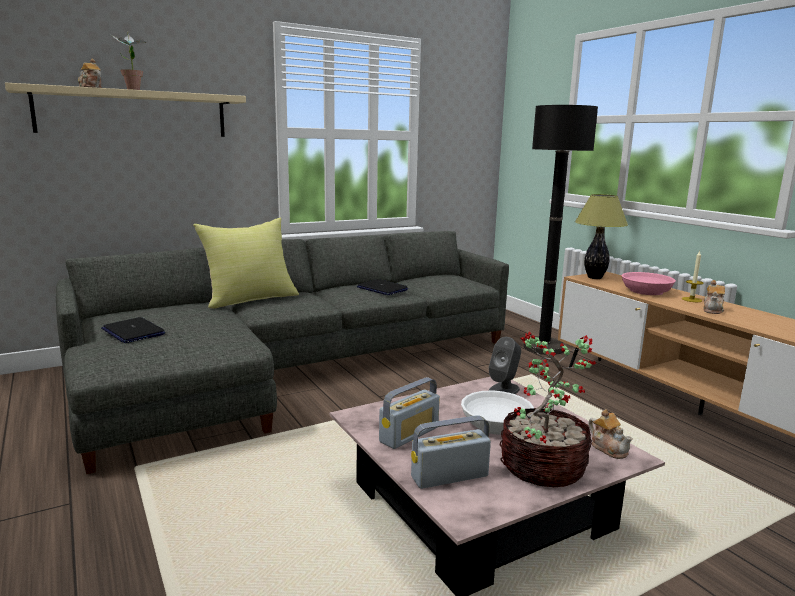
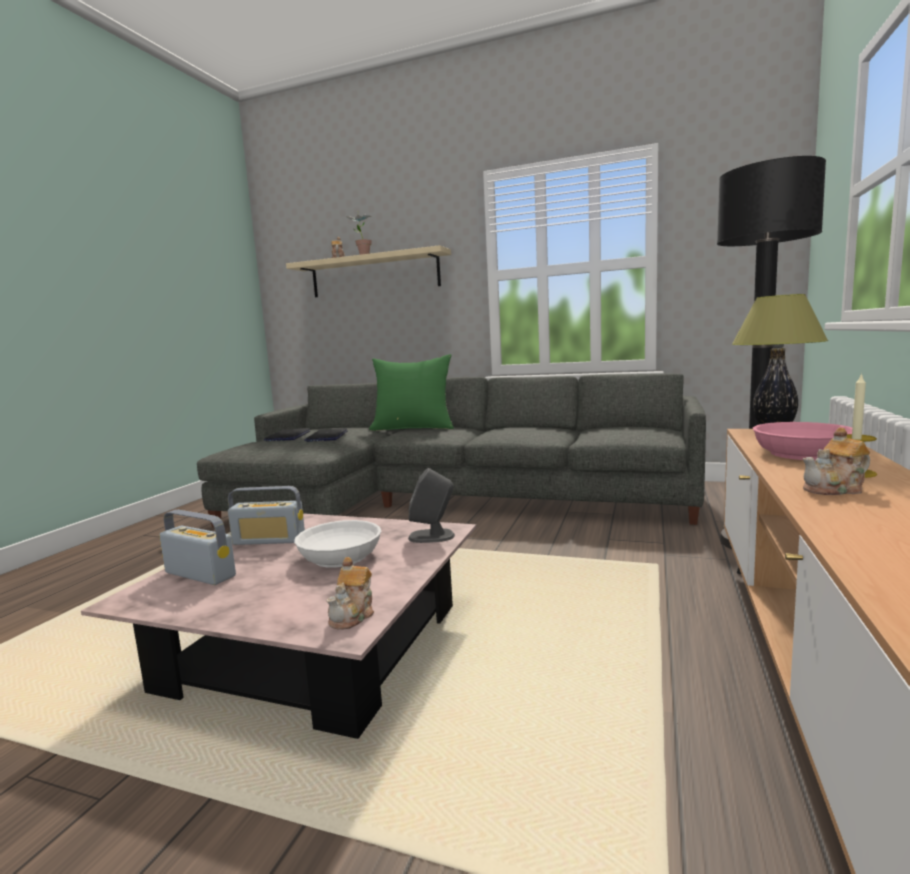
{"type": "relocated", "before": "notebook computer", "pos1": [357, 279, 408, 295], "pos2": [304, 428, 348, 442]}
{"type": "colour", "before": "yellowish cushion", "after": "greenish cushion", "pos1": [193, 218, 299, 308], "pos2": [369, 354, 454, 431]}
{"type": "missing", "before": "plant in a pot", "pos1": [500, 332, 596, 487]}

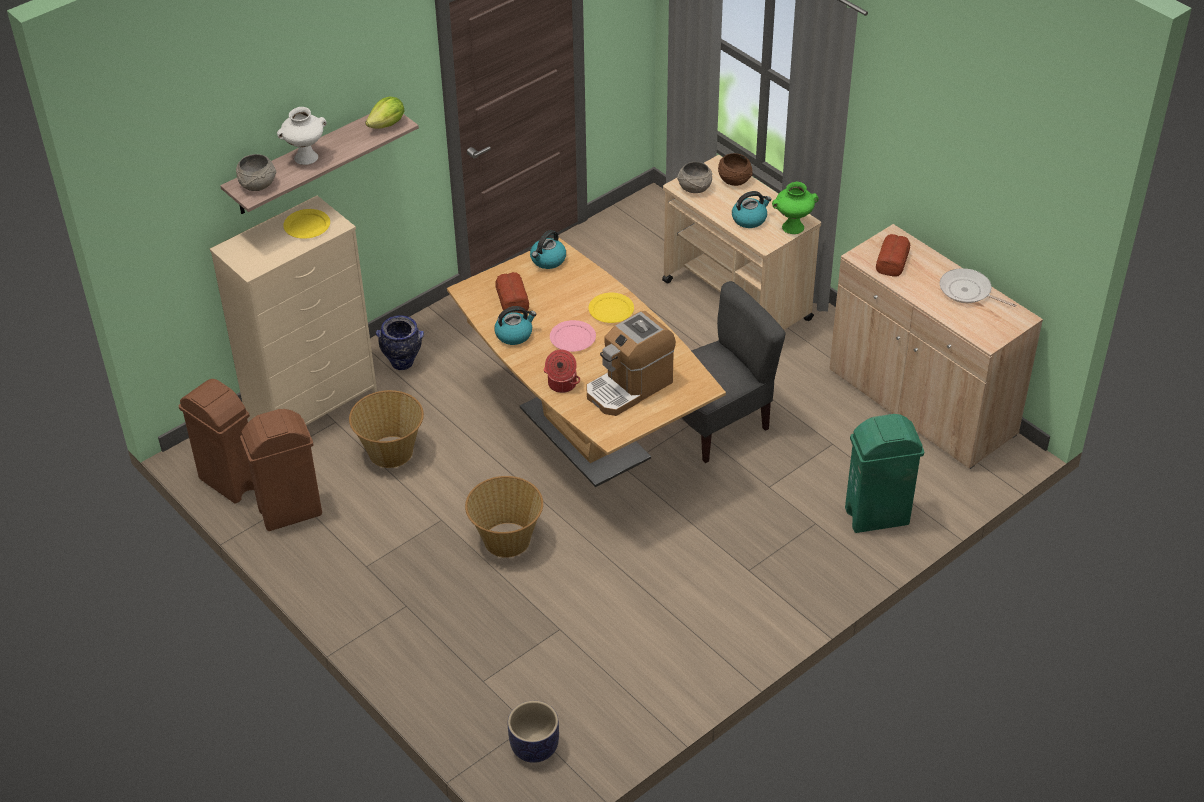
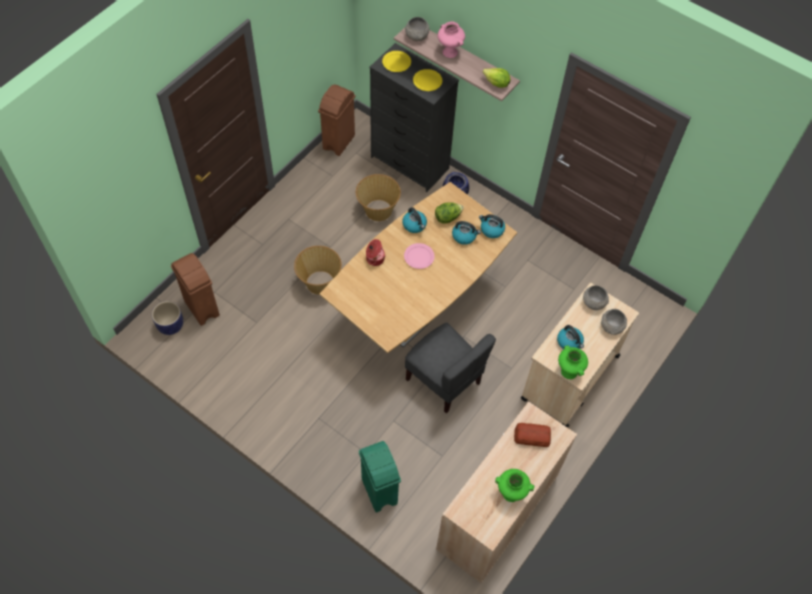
{"type": "relocated", "before": "brownish waste bin", "pos1": [240, 409, 322, 531], "pos2": [171, 253, 220, 326]}
{"type": "colour", "before": "beige-coloured dresser", "after": "blackish dresser", "pos1": [210, 195, 377, 425], "pos2": [370, 43, 459, 192]}
{"type": "relocated", "before": "yellowish plate", "pos1": [588, 293, 634, 323], "pos2": [382, 51, 411, 72]}
{"type": "exchanged", "before": "bakery bread", "after": "lettuce", "pos1": [495, 272, 529, 313], "pos2": [435, 202, 464, 223]}
{"type": "colour", "before": "white decorative vase", "after": "pinkish decorative vase", "pos1": [277, 107, 327, 165], "pos2": [438, 21, 465, 58]}
{"type": "appeared", "after": "kettle", "pos2": [452, 221, 481, 245]}
{"type": "exchanged", "before": "pan", "after": "greenish decorative vase", "pos1": [940, 268, 1016, 307], "pos2": [495, 469, 534, 502]}
{"type": "colour", "before": "brownish deep dish", "after": "grey deep dish", "pos1": [718, 153, 753, 186], "pos2": [601, 309, 627, 335]}
{"type": "missing", "before": "coffee maker", "pos1": [586, 311, 676, 416]}

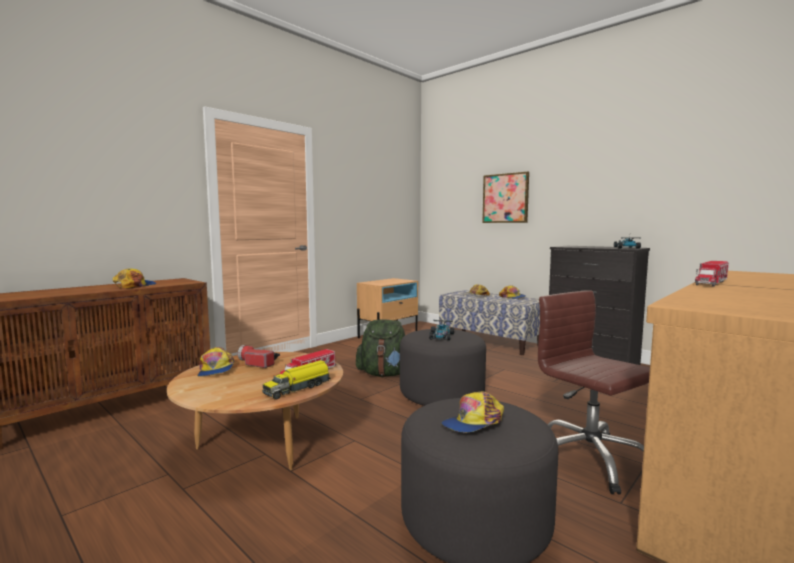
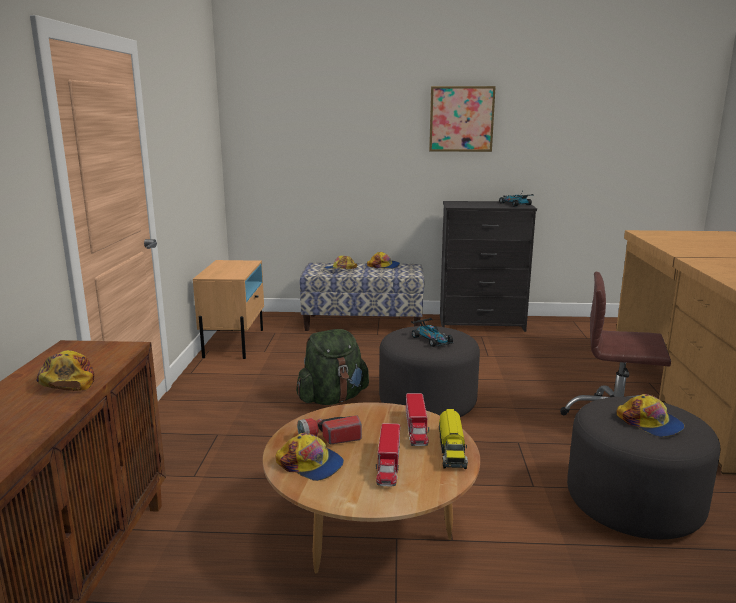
{"type": "relocated", "before": "toy truck", "pos1": [695, 261, 729, 286], "pos2": [376, 423, 400, 487]}
{"type": "relocated", "before": "wall art", "pos1": [482, 171, 529, 223], "pos2": [429, 86, 496, 152]}
{"type": "spun", "before": "peaked cap", "pos1": [441, 391, 504, 432], "pos2": [617, 394, 685, 437], "turn": -45}

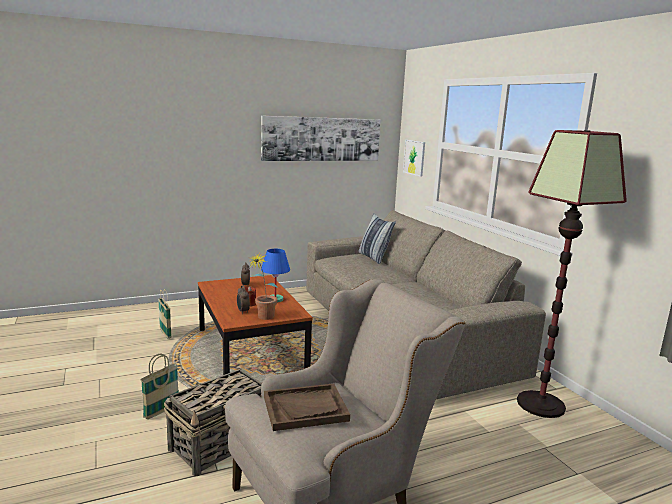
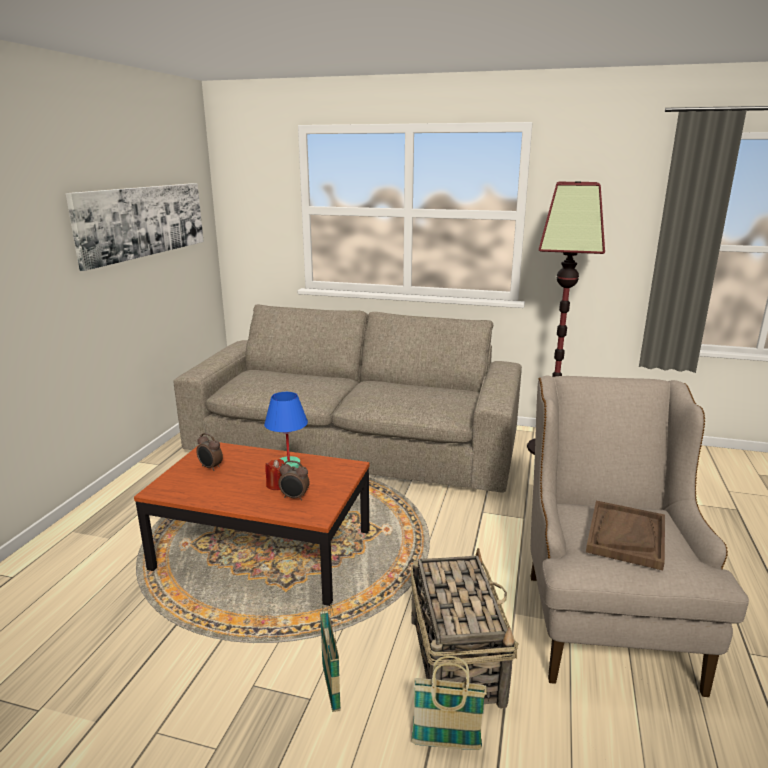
{"type": "relocated", "before": "storage basket", "pos1": [158, 289, 172, 339], "pos2": [411, 656, 487, 750]}
{"type": "missing", "before": "plant in a pot", "pos1": [249, 252, 278, 320]}
{"type": "missing", "before": "cushion", "pos1": [359, 213, 396, 264]}
{"type": "missing", "before": "wall art", "pos1": [403, 140, 425, 177]}

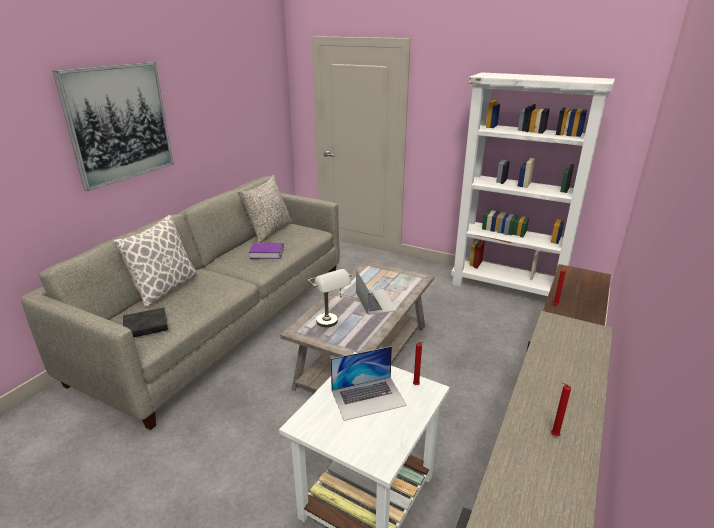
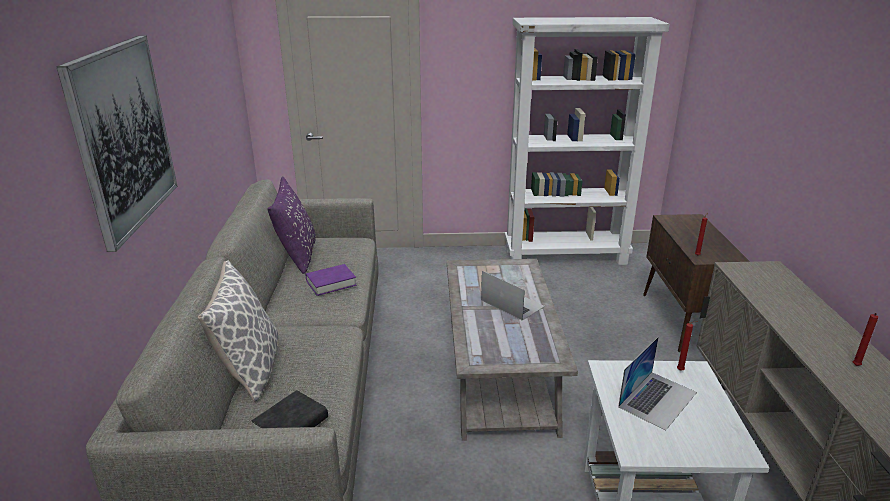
{"type": "colour", "before": "grey cushion", "after": "purplish cushion", "pos1": [238, 175, 293, 243], "pos2": [267, 176, 316, 274]}
{"type": "missing", "before": "grey table lamp", "pos1": [308, 269, 352, 327]}

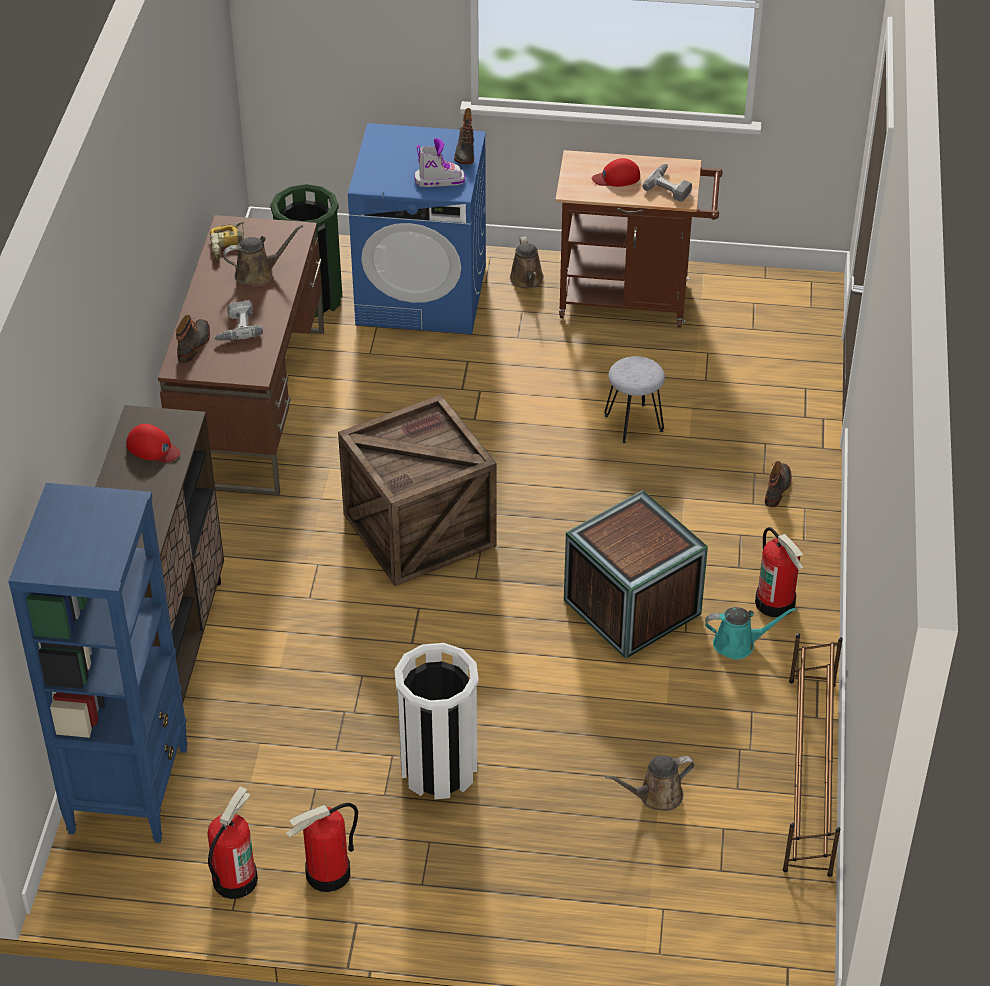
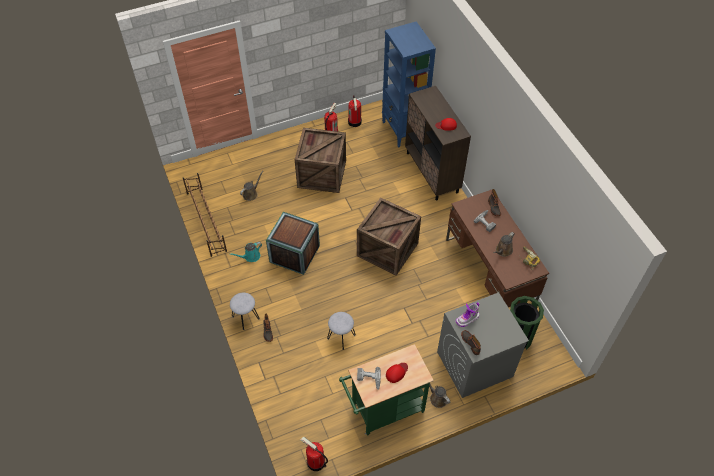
{"type": "appeared", "after": "grey stool", "pos2": [230, 293, 259, 330]}
{"type": "exchanged", "before": "white waste bin", "after": "packing crate", "pos1": [394, 643, 479, 799], "pos2": [295, 128, 346, 193]}
{"type": "relocated", "before": "fire-fighting cylinder", "pos1": [755, 527, 804, 617], "pos2": [300, 436, 328, 471]}
{"type": "colour", "before": "brownish cart", "after": "greenish cart", "pos1": [555, 150, 723, 328], "pos2": [339, 344, 434, 435]}
{"type": "colour", "before": "bluish laundry machine", "after": "grey laundry machine", "pos1": [348, 123, 486, 334], "pos2": [437, 292, 529, 398]}

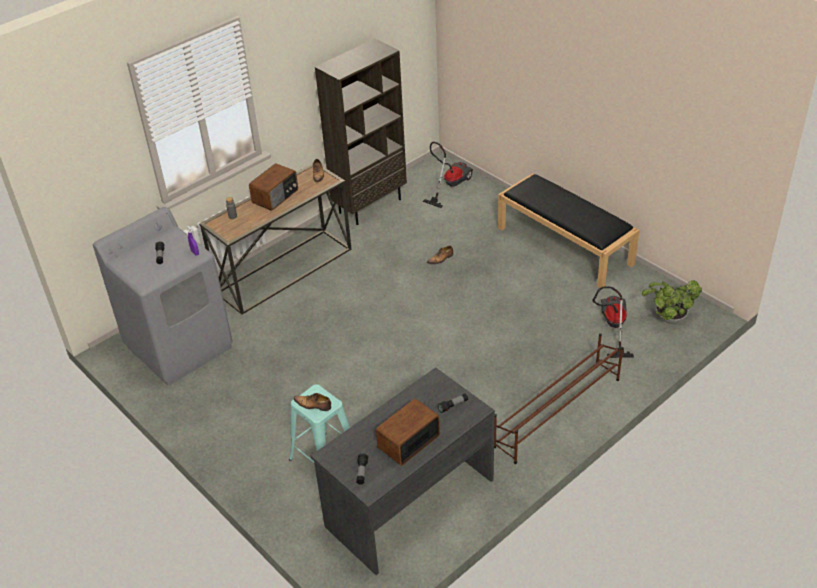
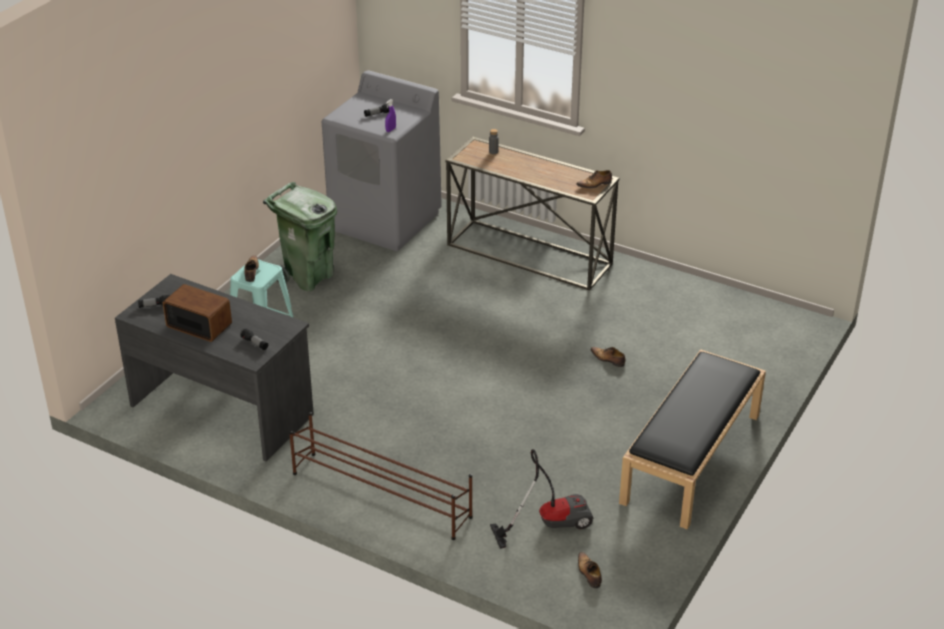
{"type": "appeared", "after": "greenish waste bin", "pos2": [263, 182, 337, 291]}
{"type": "exchanged", "before": "plant in a pot", "after": "item of footwear", "pos1": [642, 280, 702, 324], "pos2": [578, 552, 602, 588]}
{"type": "missing", "before": "radio", "pos1": [249, 164, 298, 211]}
{"type": "missing", "before": "brownish bookcase", "pos1": [315, 39, 407, 225]}
{"type": "missing", "before": "hoover", "pos1": [423, 142, 473, 208]}

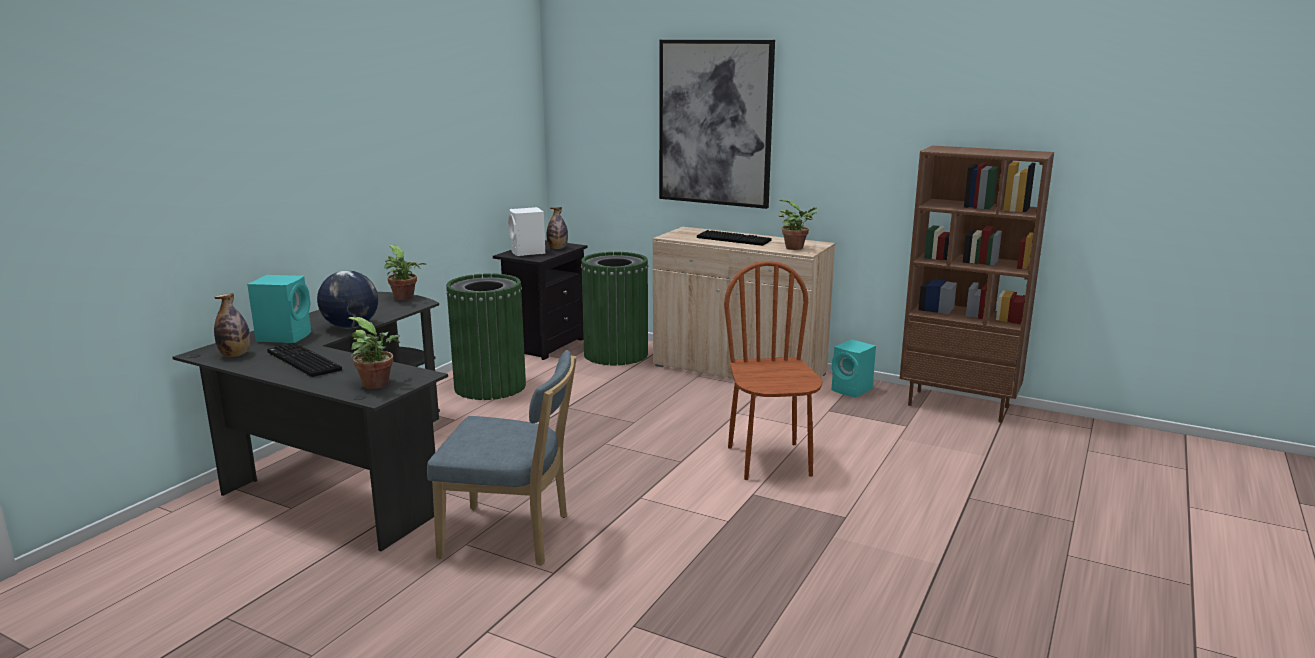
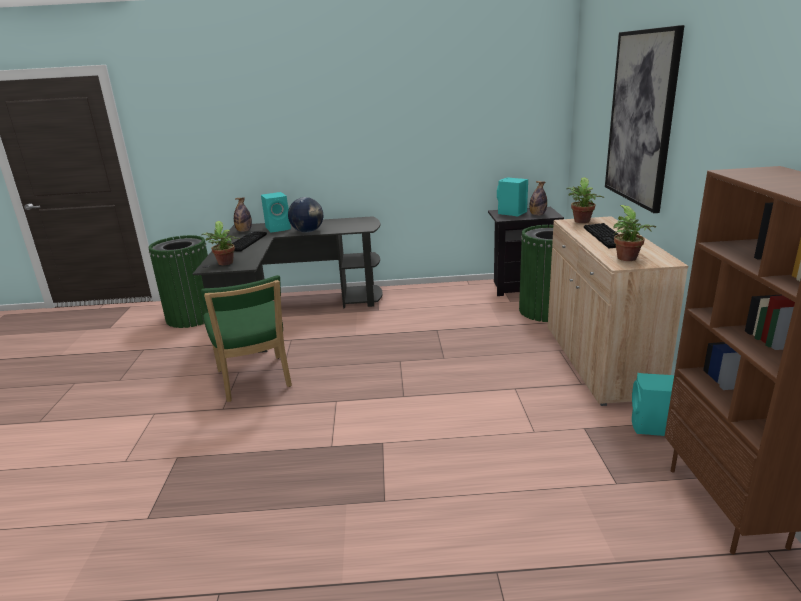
{"type": "relocated", "before": "greenish waste bin", "pos1": [446, 273, 526, 400], "pos2": [148, 235, 208, 328]}
{"type": "colour", "before": "bluish chair", "after": "greenish chair", "pos1": [427, 350, 577, 566], "pos2": [201, 275, 292, 402]}
{"type": "colour", "before": "white loudspeaker", "after": "turquoise loudspeaker", "pos1": [508, 207, 545, 256], "pos2": [497, 177, 528, 216]}
{"type": "relocated", "before": "plant in a pot", "pos1": [384, 245, 426, 300], "pos2": [566, 177, 605, 223]}
{"type": "missing", "before": "brownish chair", "pos1": [724, 261, 823, 480]}

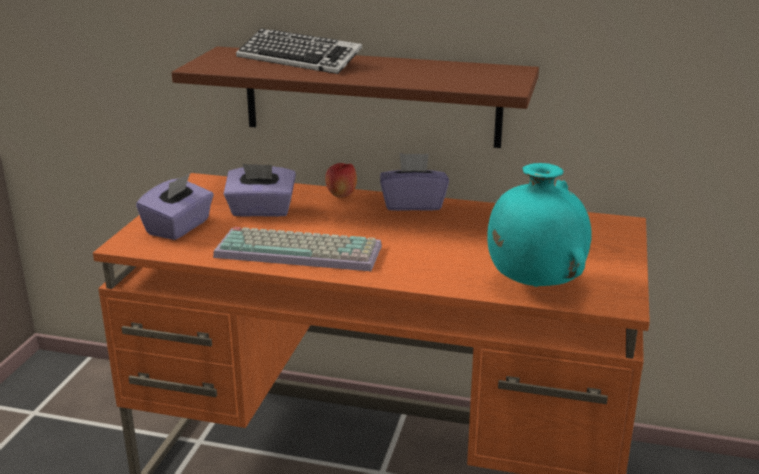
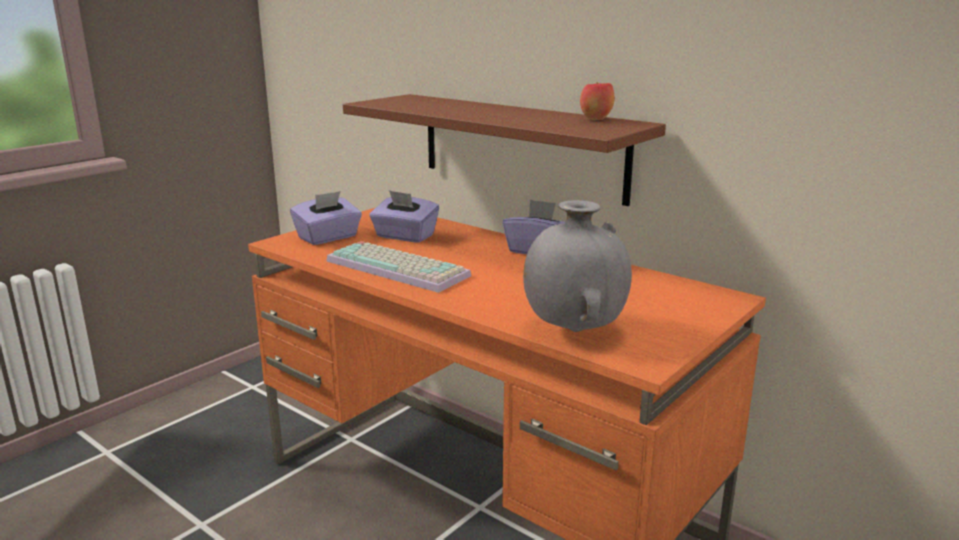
{"type": "colour", "before": "turquoise decorative vase", "after": "grey decorative vase", "pos1": [487, 163, 592, 287], "pos2": [523, 200, 632, 332]}
{"type": "relocated", "before": "whole apple", "pos1": [325, 163, 357, 198], "pos2": [580, 82, 614, 120]}
{"type": "missing", "before": "keyboard", "pos1": [236, 28, 363, 74]}

